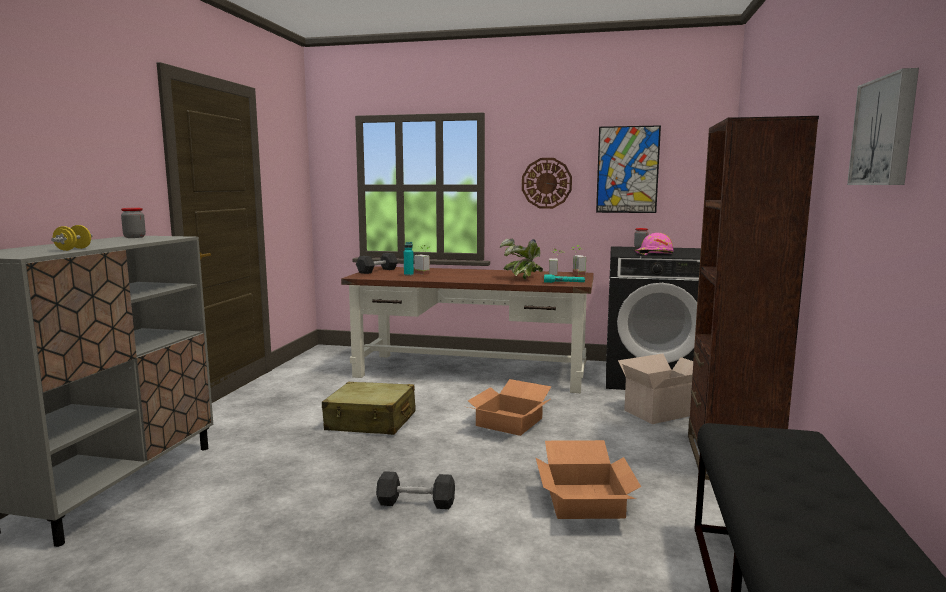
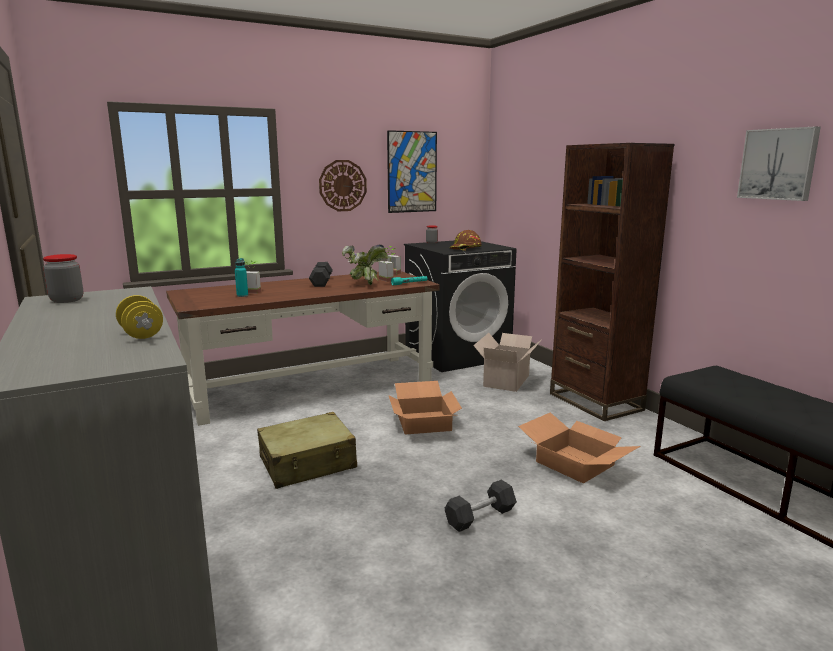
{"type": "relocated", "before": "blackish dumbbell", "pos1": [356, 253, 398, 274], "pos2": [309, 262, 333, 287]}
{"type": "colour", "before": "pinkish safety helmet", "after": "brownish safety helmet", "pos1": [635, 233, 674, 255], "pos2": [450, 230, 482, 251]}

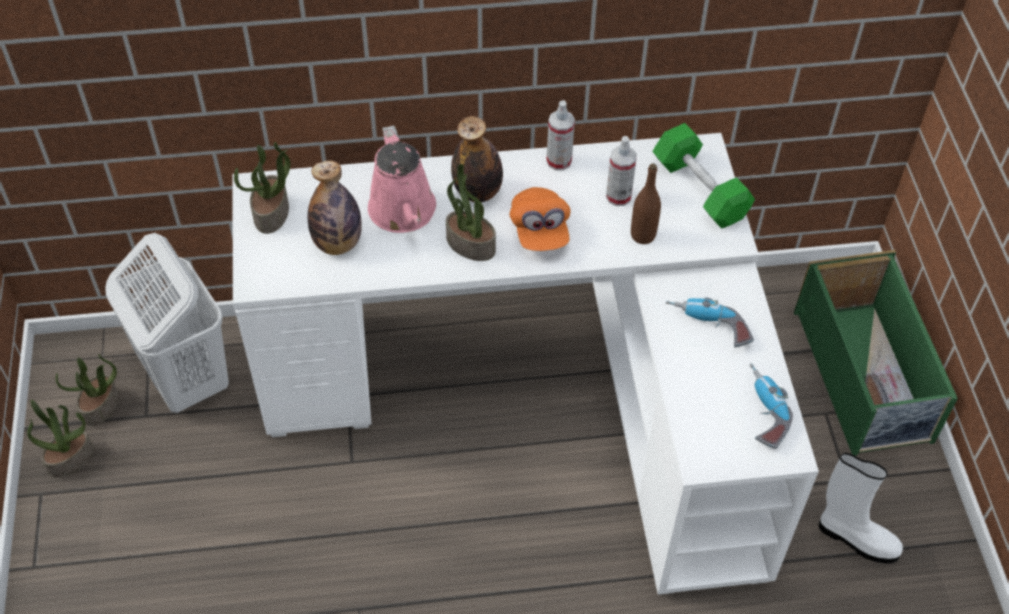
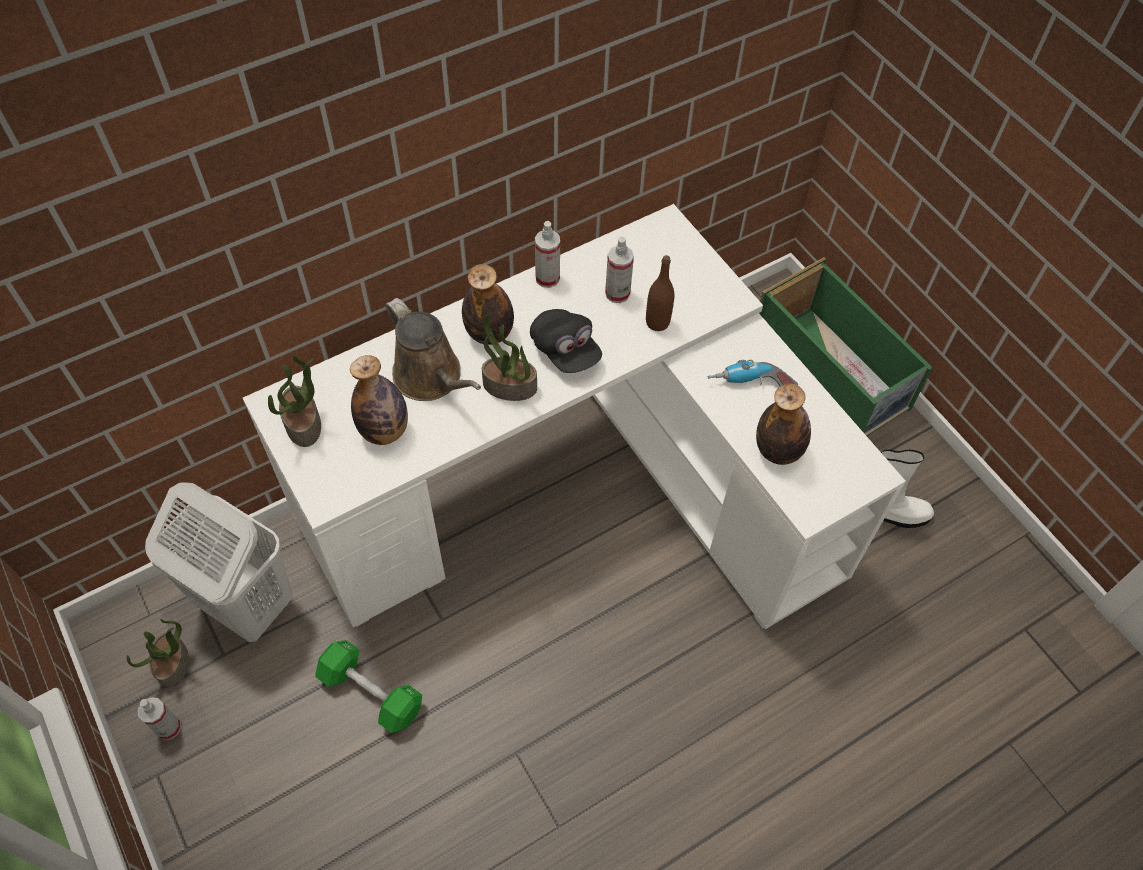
{"type": "exchanged", "before": "plant in a pot", "after": "spray bottle", "pos1": [27, 400, 93, 478], "pos2": [138, 697, 181, 740]}
{"type": "relocated", "before": "greenish dumbbell", "pos1": [652, 123, 755, 229], "pos2": [315, 640, 422, 733]}
{"type": "colour", "before": "pinkish sprinkling can", "after": "brownish sprinkling can", "pos1": [368, 125, 436, 233], "pos2": [386, 298, 481, 401]}
{"type": "colour", "before": "orangey peaked cap", "after": "blackish peaked cap", "pos1": [510, 187, 571, 251], "pos2": [530, 309, 602, 373]}
{"type": "appeared", "after": "bottle", "pos2": [756, 383, 811, 465]}
{"type": "missing", "before": "power drill", "pos1": [750, 363, 793, 449]}

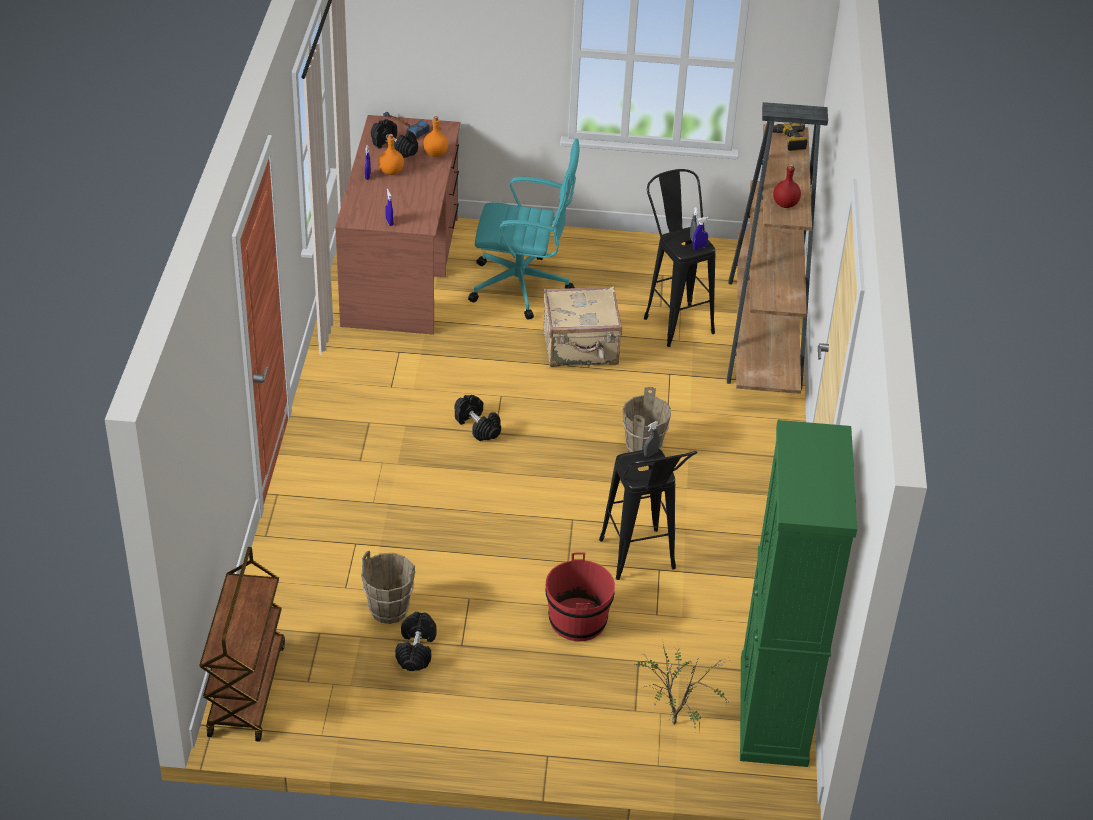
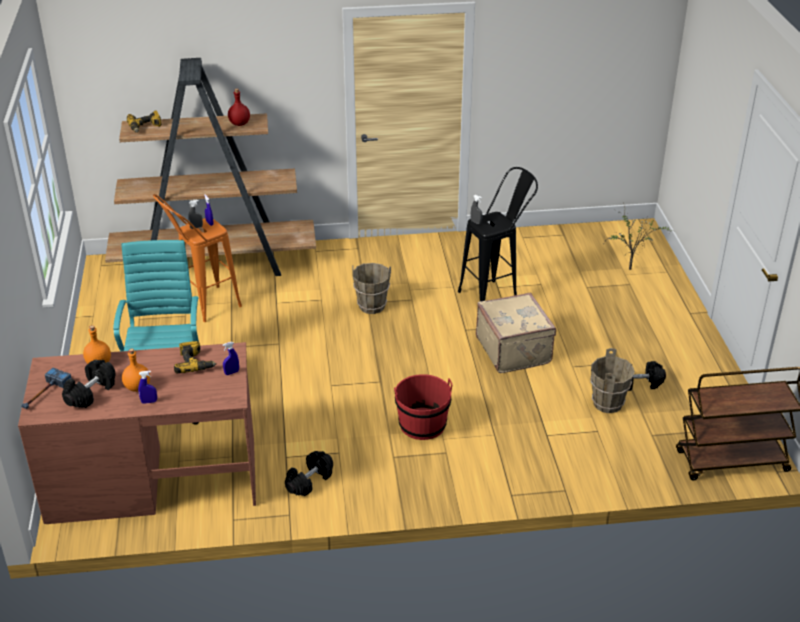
{"type": "colour", "before": "blackish stool", "after": "orangey stool", "pos1": [644, 169, 715, 347], "pos2": [153, 194, 242, 322]}
{"type": "appeared", "after": "power drill", "pos2": [174, 341, 217, 374]}
{"type": "relocated", "before": "blackish dumbbell", "pos1": [454, 395, 501, 441], "pos2": [285, 451, 333, 496]}
{"type": "relocated", "before": "red-coloured pail", "pos1": [545, 552, 615, 641], "pos2": [394, 374, 453, 440]}
{"type": "relocated", "before": "beige-coloured travel case", "pos1": [544, 286, 622, 367], "pos2": [476, 293, 556, 373]}
{"type": "missing", "before": "greenish storage cabinet", "pos1": [740, 420, 857, 767]}

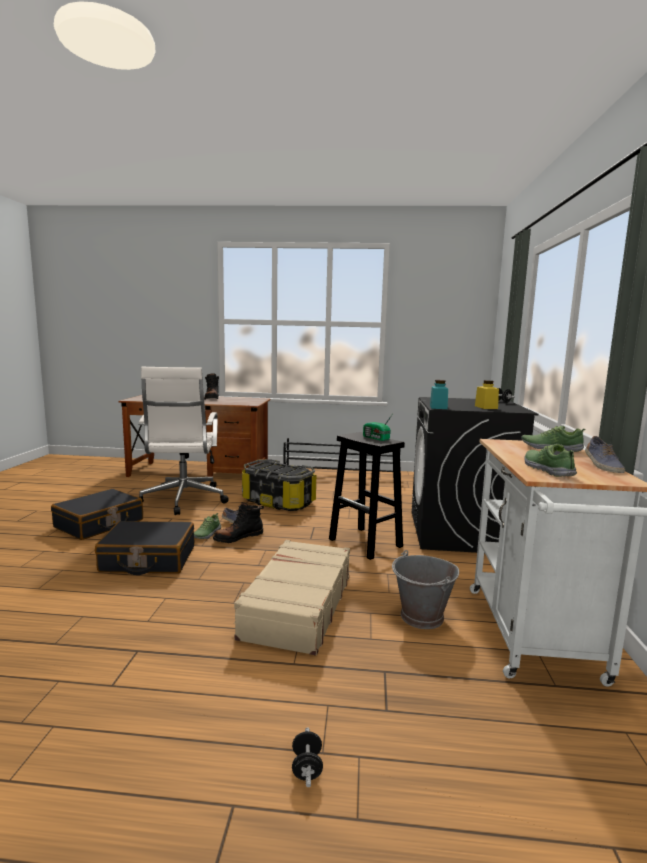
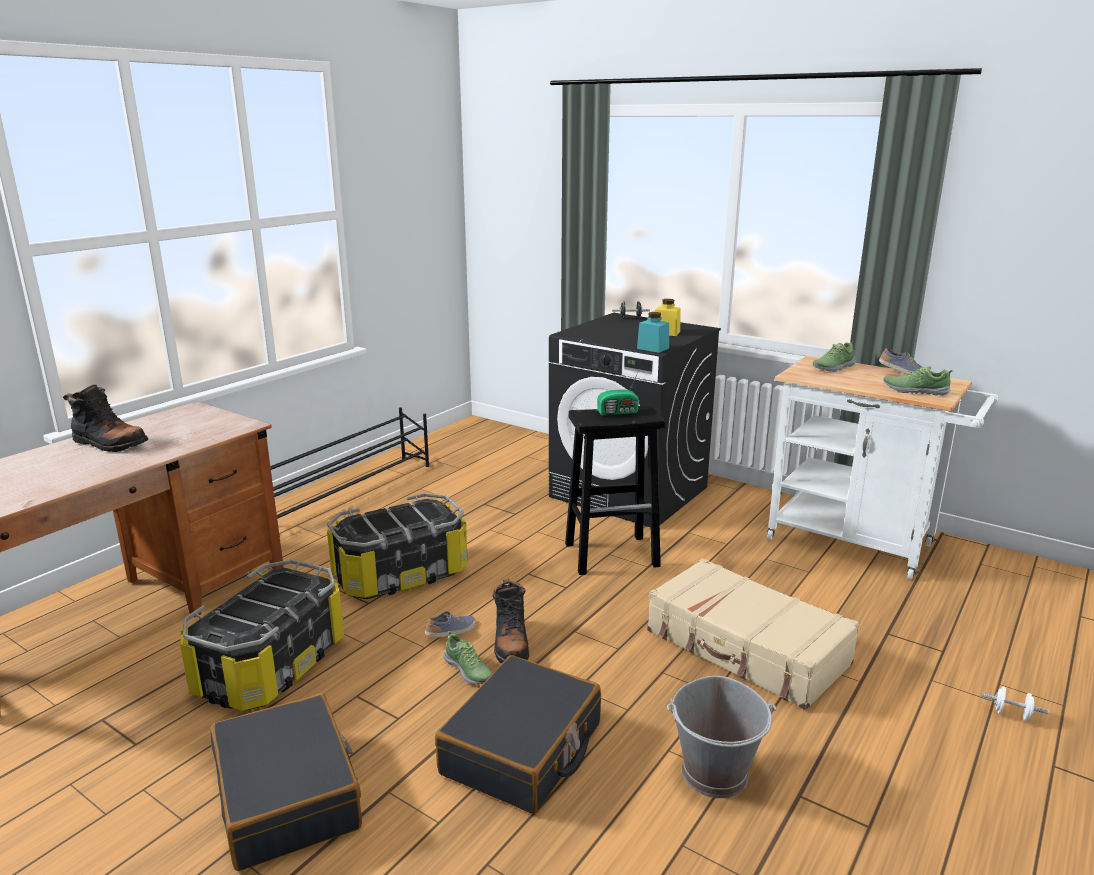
{"type": "exchanged", "before": "white desk chair", "after": "storage box", "pos1": [138, 367, 229, 515], "pos2": [180, 560, 344, 711]}
{"type": "relocated", "before": "grey pail", "pos1": [392, 550, 459, 629], "pos2": [667, 676, 776, 798]}
{"type": "colour", "before": "blackish dumbbell", "after": "white dumbbell", "pos1": [292, 727, 323, 787], "pos2": [981, 686, 1049, 721]}

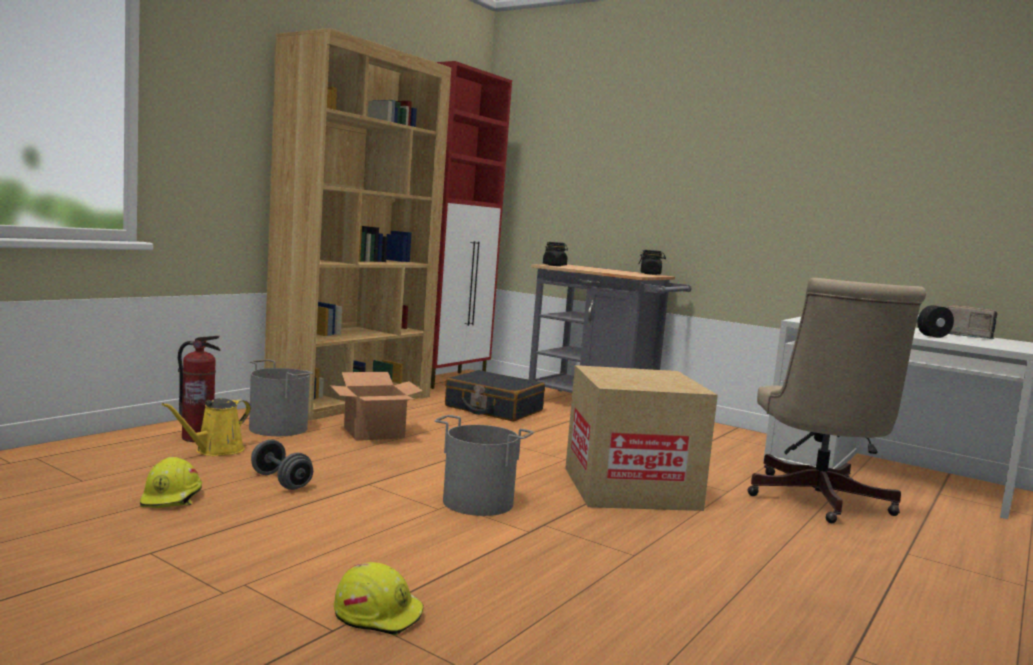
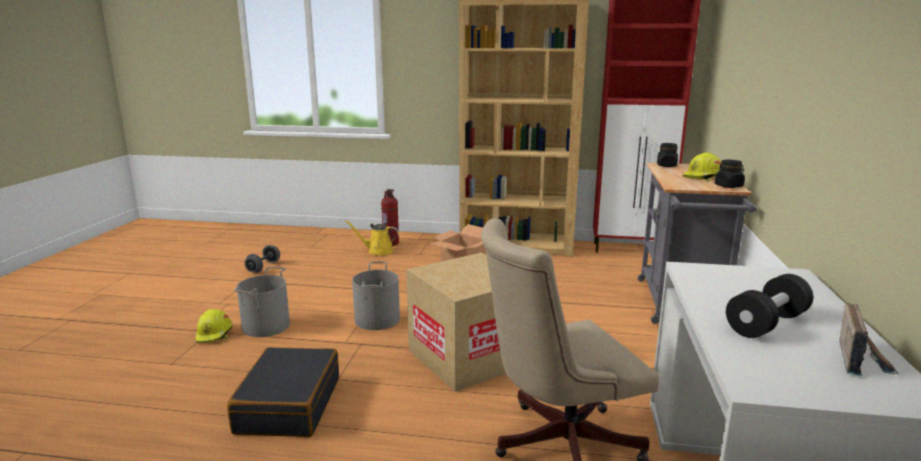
{"type": "relocated", "before": "blackish travel case", "pos1": [445, 370, 545, 422], "pos2": [227, 347, 339, 437]}
{"type": "relocated", "before": "grey pail", "pos1": [249, 359, 313, 436], "pos2": [234, 266, 290, 337]}
{"type": "relocated", "before": "grey dumbbell", "pos1": [251, 440, 313, 490], "pos2": [244, 245, 280, 273]}
{"type": "relocated", "before": "yellowish safety helmet", "pos1": [140, 457, 202, 508], "pos2": [683, 153, 721, 181]}

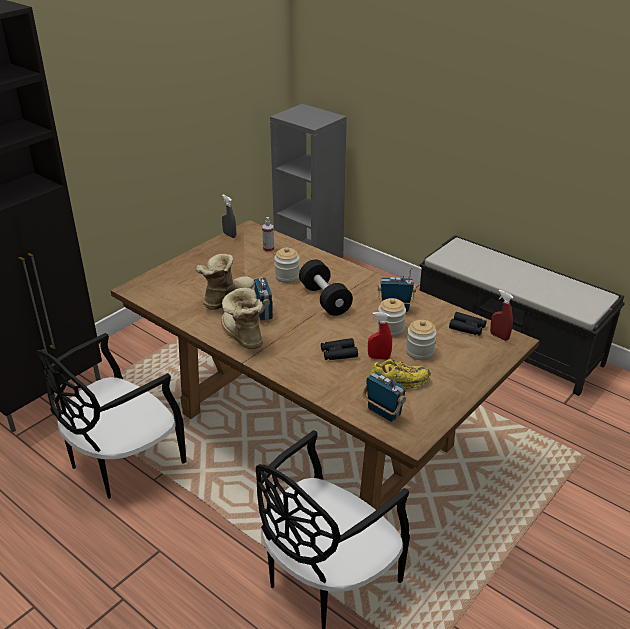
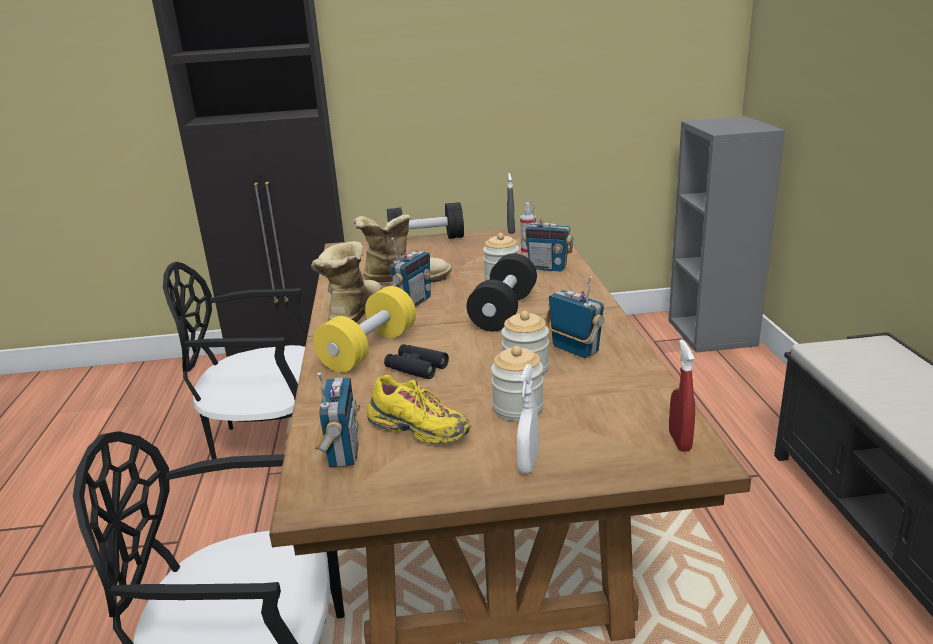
{"type": "appeared", "after": "yellowish dumbbell", "pos2": [313, 286, 416, 373]}
{"type": "appeared", "after": "blackish dumbbell", "pos2": [386, 202, 464, 239]}
{"type": "appeared", "after": "white spray bottle", "pos2": [517, 364, 539, 474]}
{"type": "appeared", "after": "radio", "pos2": [523, 201, 573, 272]}
{"type": "missing", "before": "red-coloured spray bottle", "pos1": [368, 312, 392, 360]}
{"type": "missing", "before": "blackish binoculars", "pos1": [449, 312, 486, 336]}

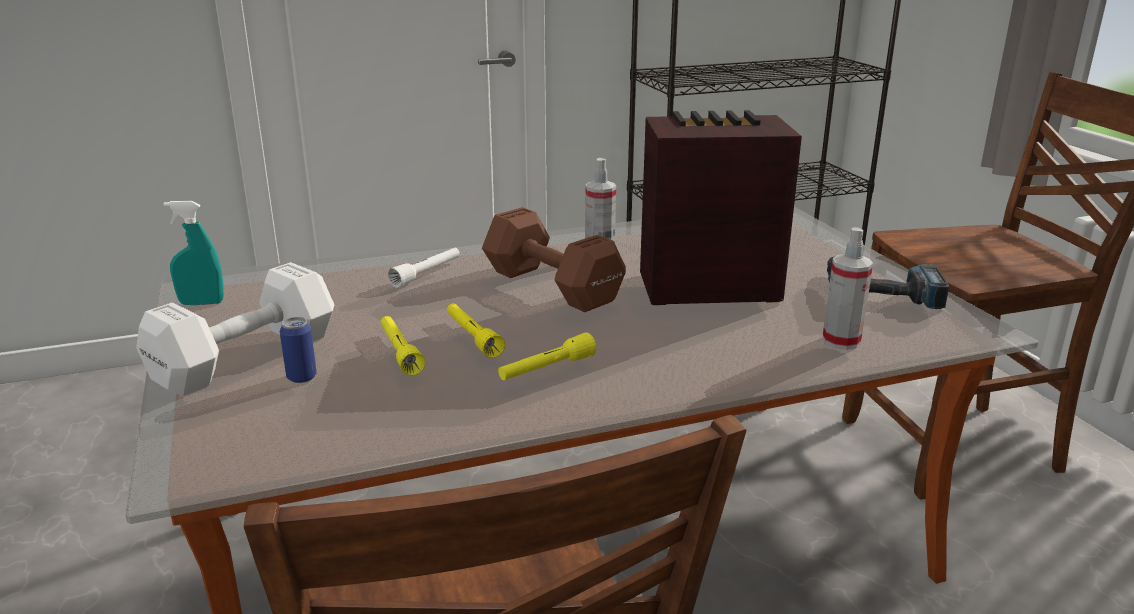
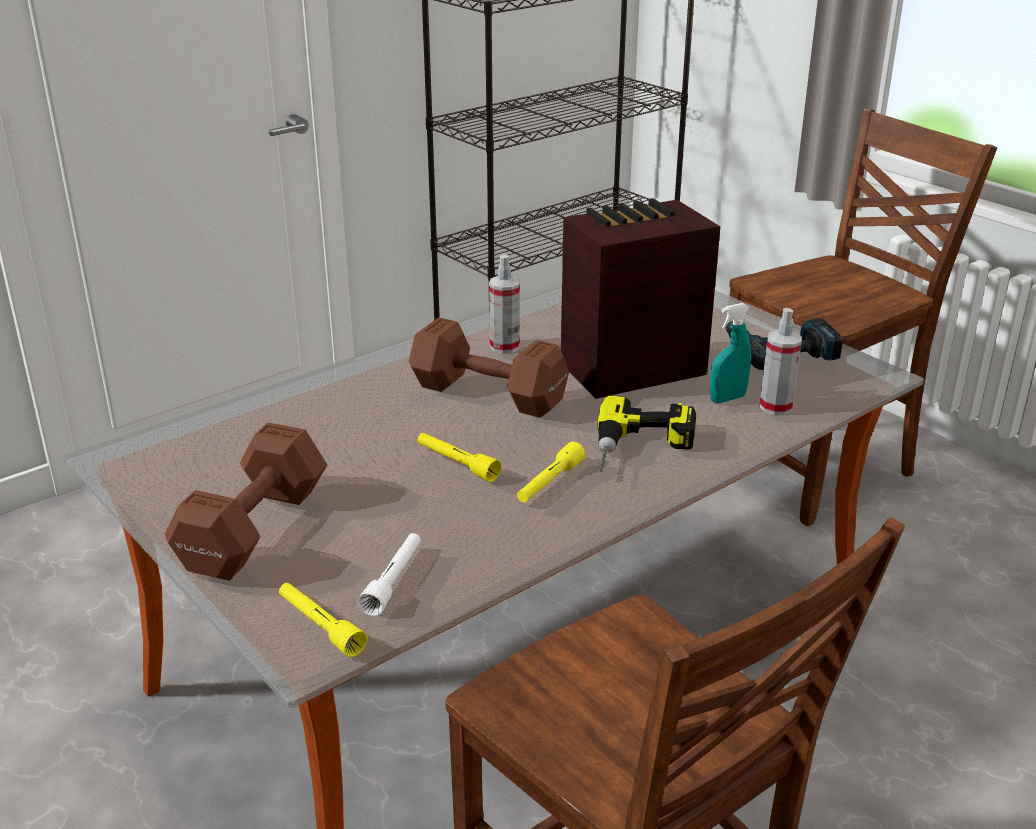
{"type": "colour", "before": "white dumbbell", "after": "brownish dumbbell", "pos1": [136, 262, 334, 396], "pos2": [165, 422, 327, 581]}
{"type": "relocated", "before": "yellowish torch", "pos1": [381, 316, 425, 376], "pos2": [279, 583, 367, 657]}
{"type": "relocated", "before": "white torch", "pos1": [387, 248, 460, 288], "pos2": [358, 533, 421, 616]}
{"type": "appeared", "after": "power drill", "pos2": [597, 395, 696, 471]}
{"type": "relocated", "before": "turquoise spray bottle", "pos1": [164, 201, 224, 305], "pos2": [710, 303, 751, 403]}
{"type": "missing", "before": "metal can", "pos1": [280, 317, 317, 383]}

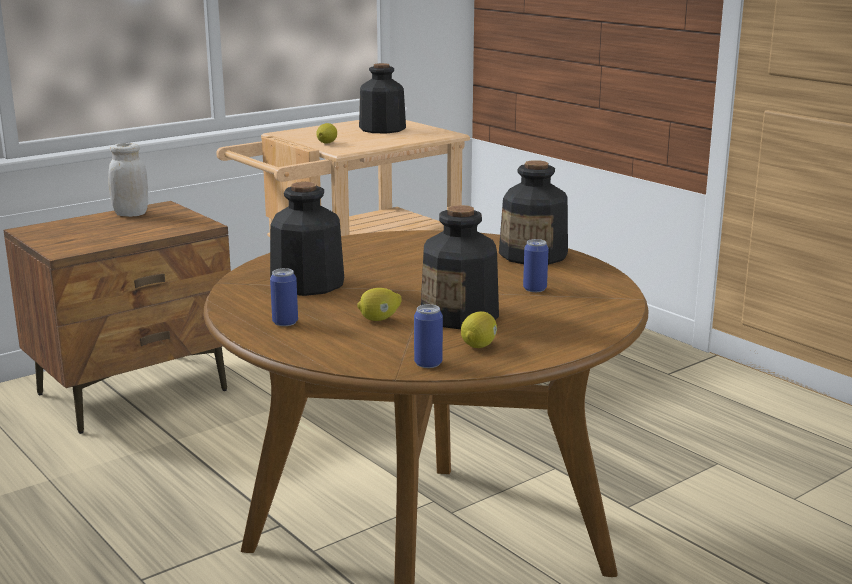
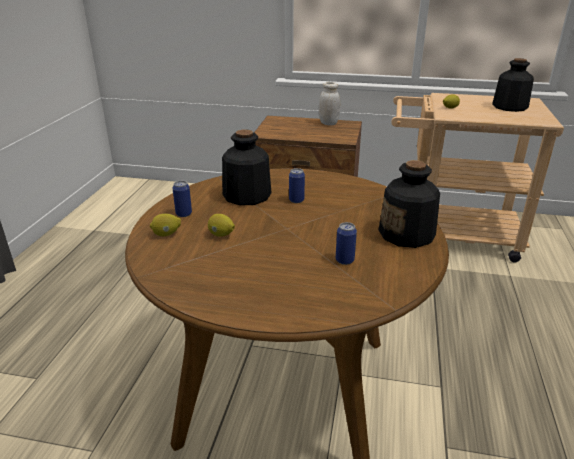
{"type": "relocated", "before": "citrus fruit", "pos1": [461, 311, 497, 348], "pos2": [150, 214, 181, 236]}
{"type": "relocated", "before": "metal can", "pos1": [414, 304, 443, 368], "pos2": [289, 168, 305, 203]}
{"type": "missing", "before": "bottle", "pos1": [421, 205, 499, 329]}

